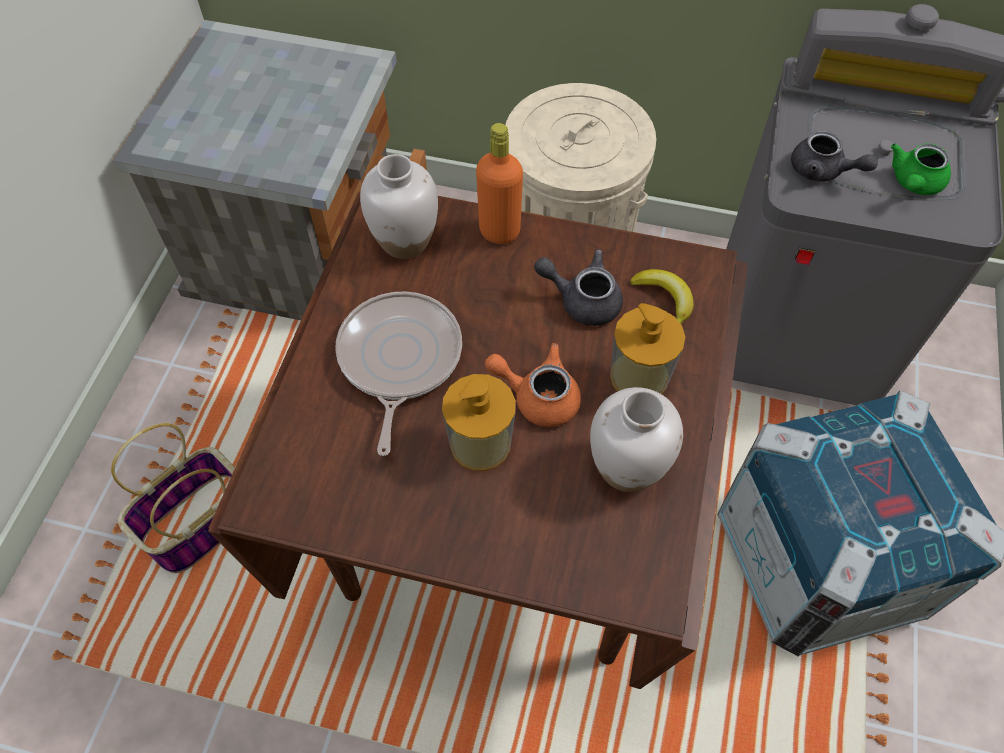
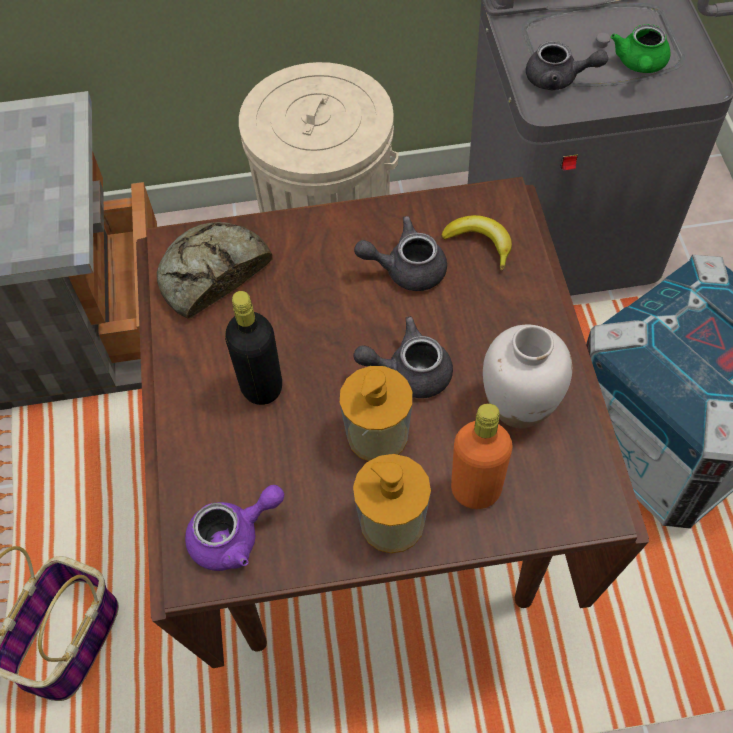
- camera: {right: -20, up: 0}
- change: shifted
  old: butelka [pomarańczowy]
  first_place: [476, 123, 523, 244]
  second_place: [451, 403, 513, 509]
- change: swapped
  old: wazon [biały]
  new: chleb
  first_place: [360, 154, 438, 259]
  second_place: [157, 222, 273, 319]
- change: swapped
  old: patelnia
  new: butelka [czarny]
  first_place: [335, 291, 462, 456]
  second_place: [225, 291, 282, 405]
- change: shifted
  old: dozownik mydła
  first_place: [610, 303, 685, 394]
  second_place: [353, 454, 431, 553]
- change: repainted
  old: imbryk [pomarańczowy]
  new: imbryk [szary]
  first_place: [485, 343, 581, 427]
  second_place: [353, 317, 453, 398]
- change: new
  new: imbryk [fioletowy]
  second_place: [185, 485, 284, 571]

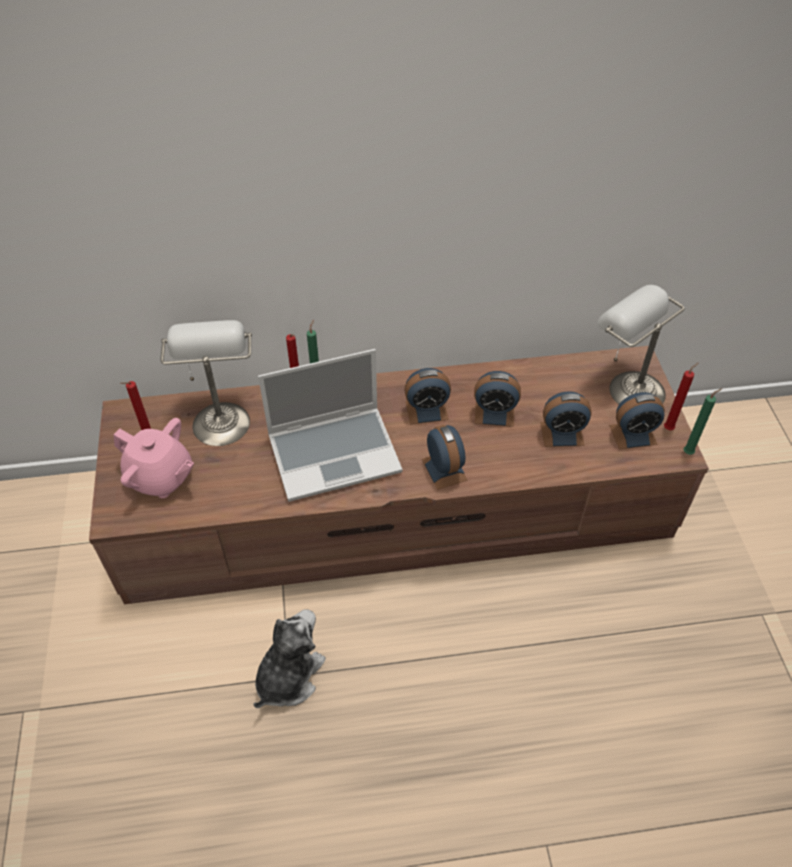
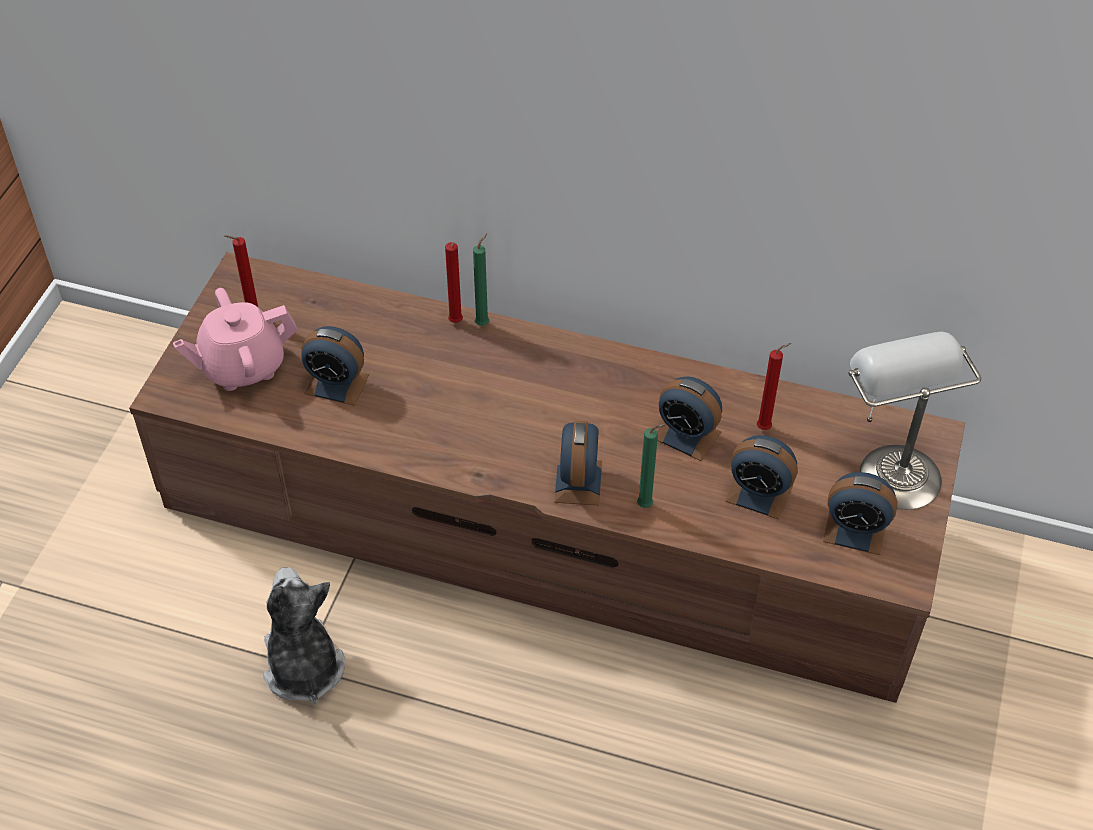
- camera: {right: 25, up: 0}
- change: gone
  old: lampa stołowa [biały]
  first_place: [160, 320, 252, 446]
- change: gone
  old: laptop
  first_place: [258, 349, 402, 502]
- change: shifted
  old: świeca [czerwony]
  first_place: [664, 362, 699, 430]
  second_place: [757, 343, 791, 430]
- change: shifted
  old: budzik
  first_place: [404, 368, 451, 424]
  second_place: [301, 326, 369, 406]
- change: shifted
  old: świeca [zielony]
  first_place: [683, 388, 722, 455]
  second_place: [637, 424, 666, 508]
- change: rotated
  old: imbryk [różowy]
  first_place: [114, 418, 194, 498]
  second_place: [173, 288, 298, 391]
  degrees: 105
- change: rotated
  old: pluszak
  first_place: [253, 609, 326, 708]
  second_place: [263, 567, 345, 704]
  degrees: -75

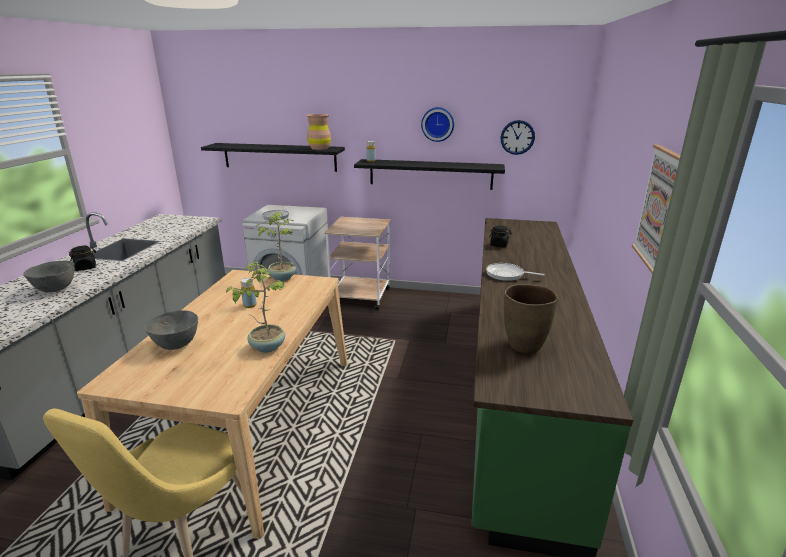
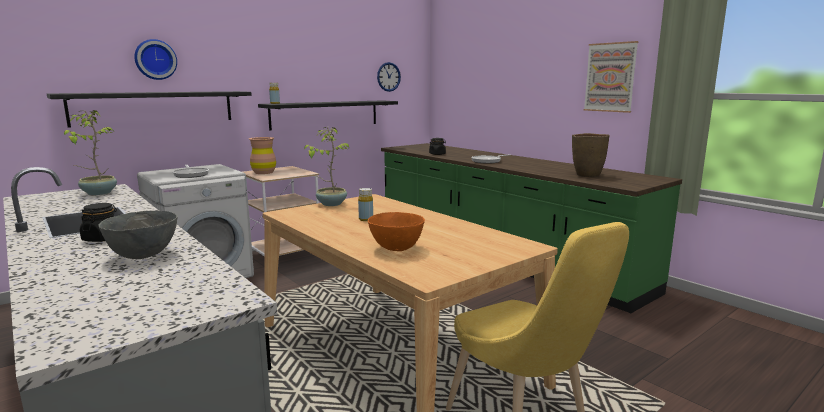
- camera: {right: -50, up: -10}
- change: shifted
  old: zegar ścienny
  first_place: [421, 107, 454, 142]
  second_place: [134, 39, 177, 80]
- change: shifted
  old: wazon [brązowy]
  first_place: [306, 114, 331, 150]
  second_place: [249, 137, 276, 174]
- change: shifted
  old: roślina doniczkowa
  first_place: [225, 262, 286, 353]
  second_place: [64, 110, 117, 195]
- change: repainted
  old: miska [szary]
  new: miska [pomarańczowy]
  first_place: [144, 310, 198, 350]
  second_place: [368, 212, 425, 251]

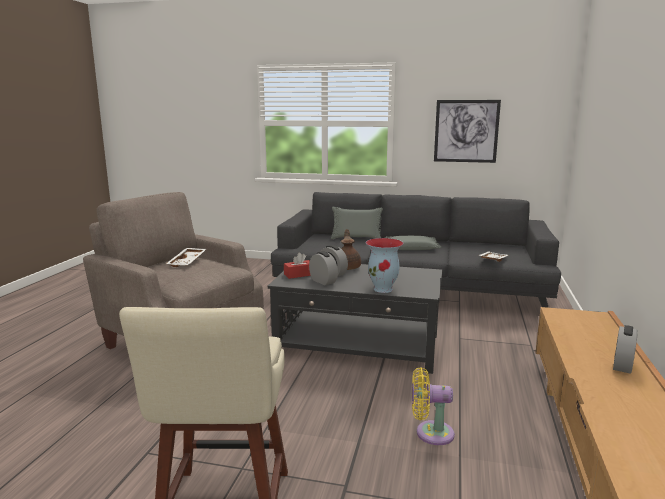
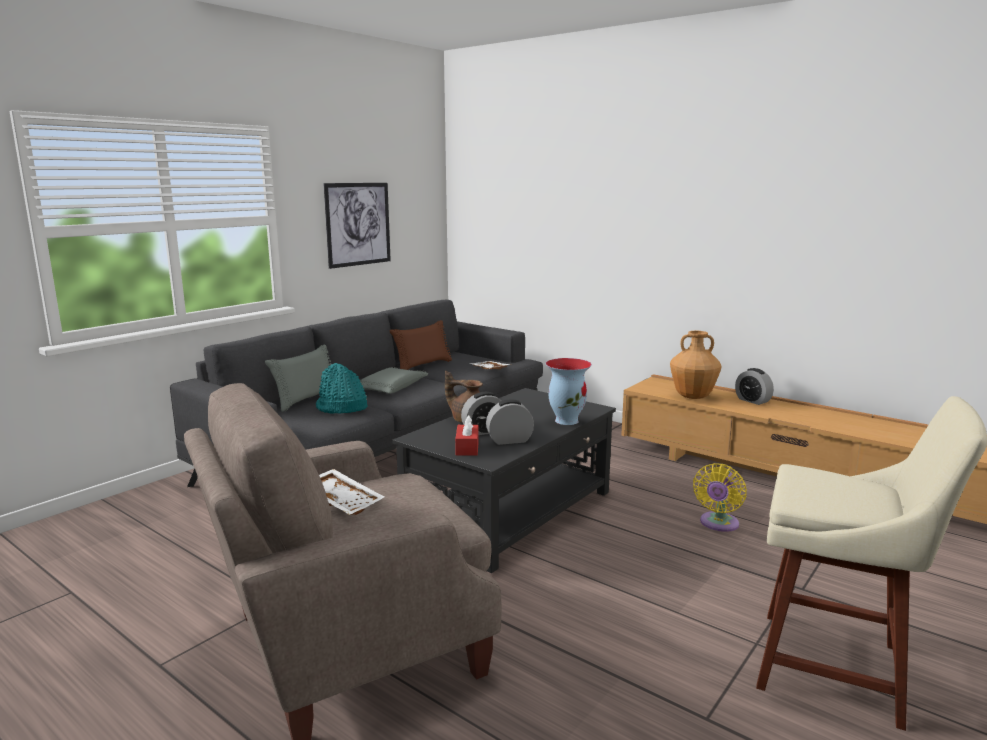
- camera: {right: -65, up: 0}
- change: new
  new: poduszka [brązowy]
  second_place: [390, 320, 452, 370]
- change: new
  new: wazon [brązowy]
  second_place: [670, 331, 722, 399]
- change: new
  new: kapelusz [turkusowy]
  second_place: [316, 363, 368, 414]

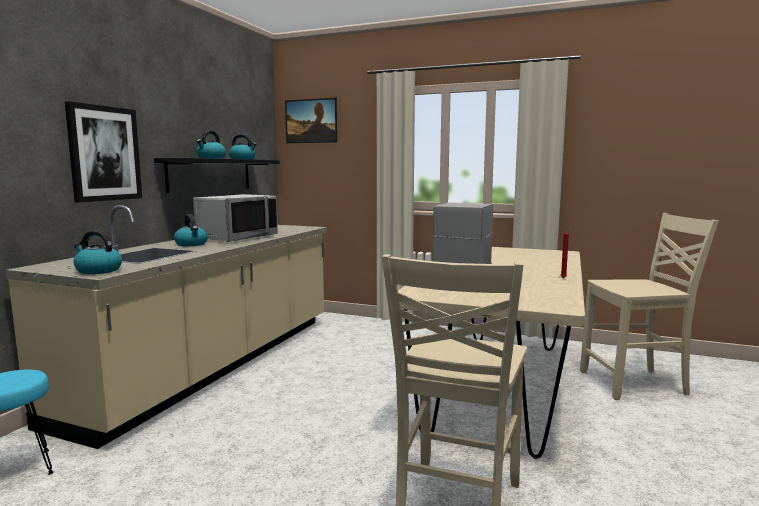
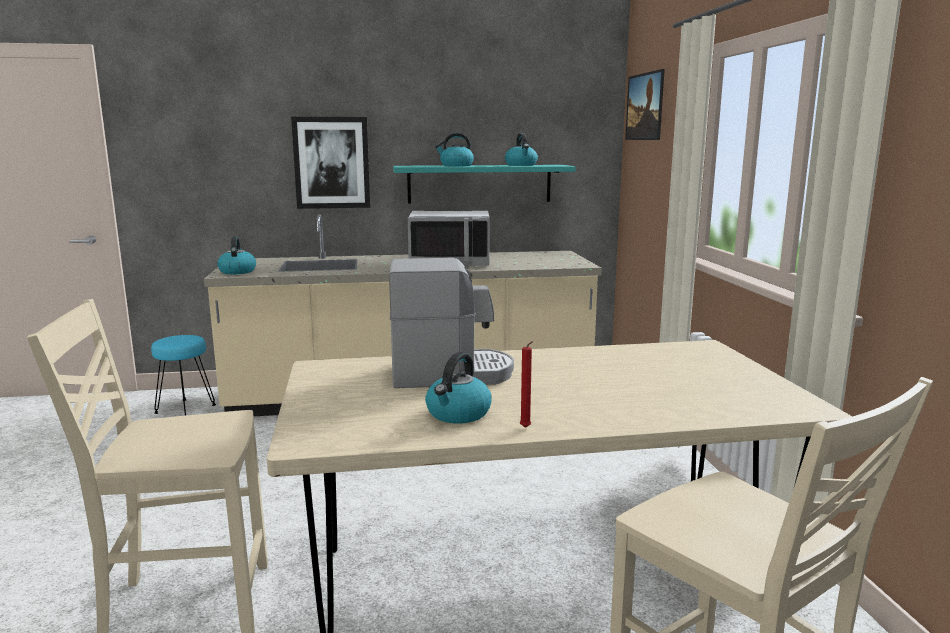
- camera: {right: 60, up: 5}
- change: repainted
  old: półka [czarny]
  new: półka [turkusowy]
  first_place: [154, 158, 280, 193]
  second_place: [393, 165, 576, 204]
- change: shifted
  old: czajnik
  first_place: [174, 214, 208, 246]
  second_place: [425, 352, 492, 424]

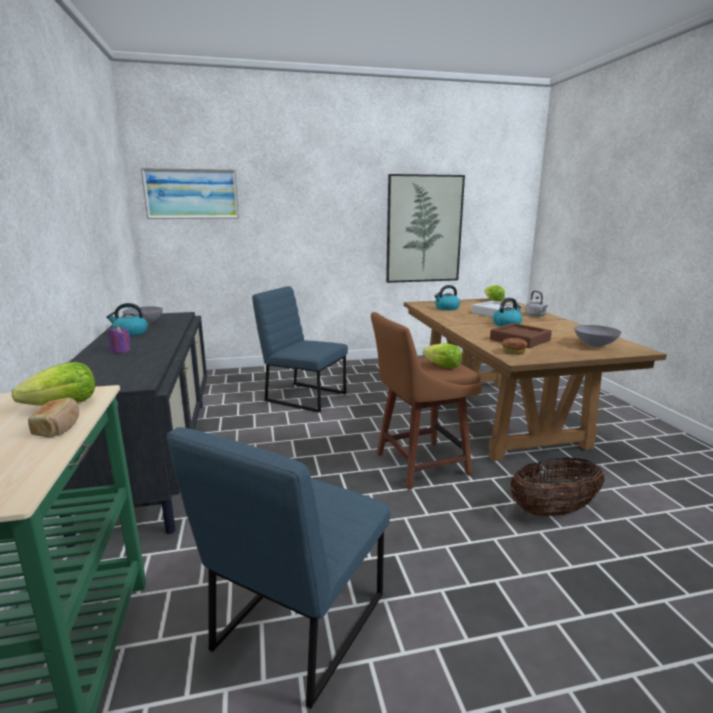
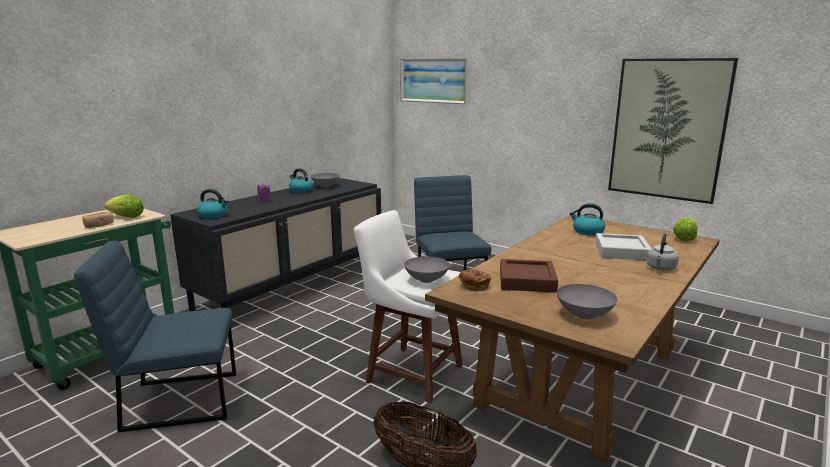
- camera: {right: 50, up: 0}
- change: shifted
  old: czajnik
  first_place: [493, 298, 522, 326]
  second_place: [197, 189, 228, 219]
- change: repainted
  old: stołek [brązowy]
  new: stołek [biały]
  first_place: [371, 312, 481, 490]
  second_place: [354, 210, 463, 403]
- change: swapped
  old: sałata
  new: miska [szary]
  first_place: [423, 343, 462, 368]
  second_place: [404, 256, 450, 283]

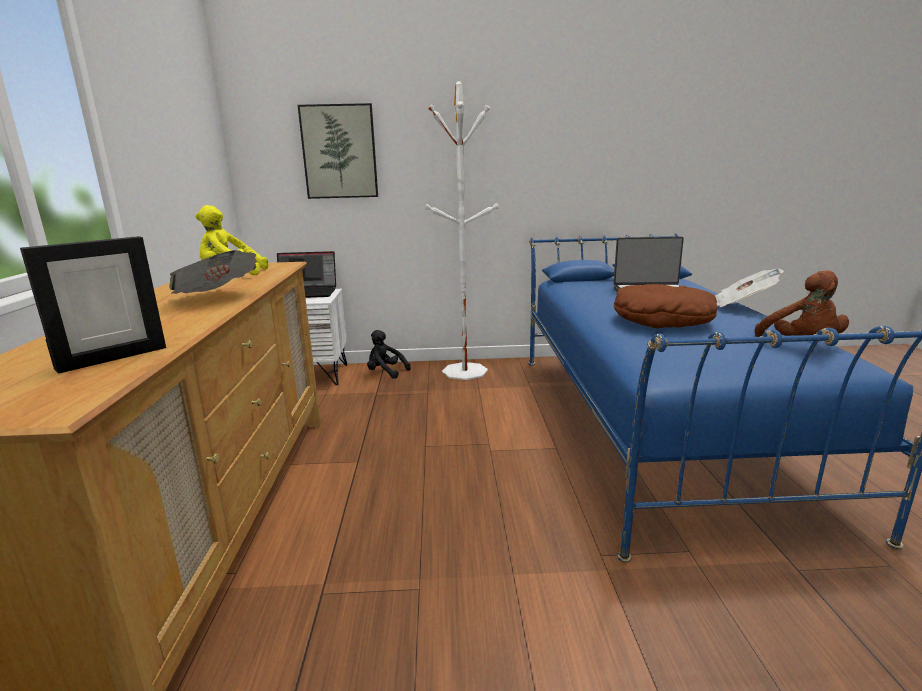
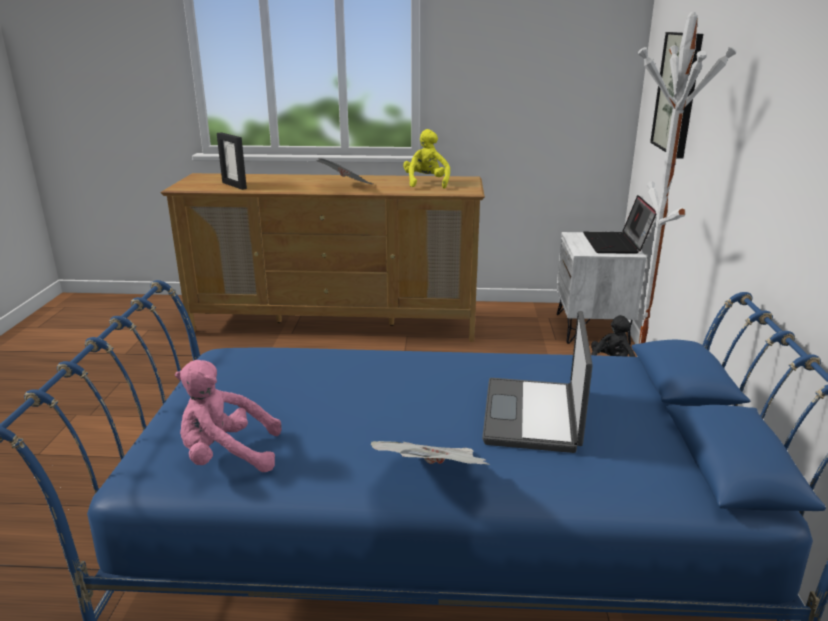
- camera: {right: 95, up: 5}
- change: repainted
  old: pluszak [brązowy]
  new: pluszak [różowy]
  first_place: [755, 270, 849, 337]
  second_place: [175, 360, 282, 472]
- change: gone
  old: poduszka [brązowy]
  first_place: [614, 284, 718, 328]

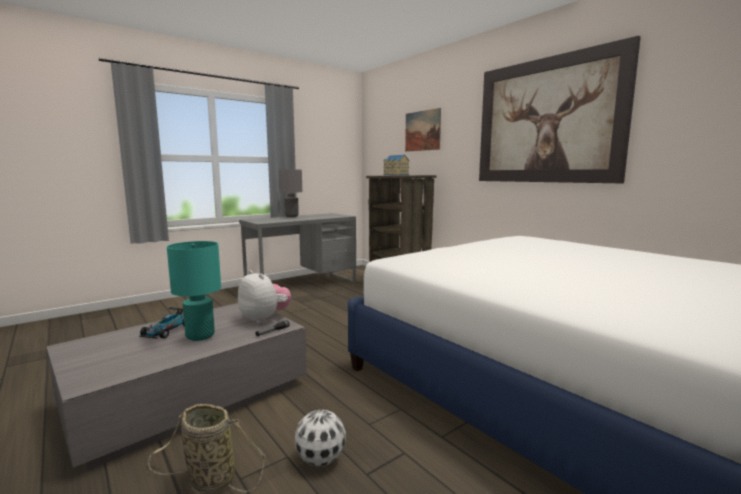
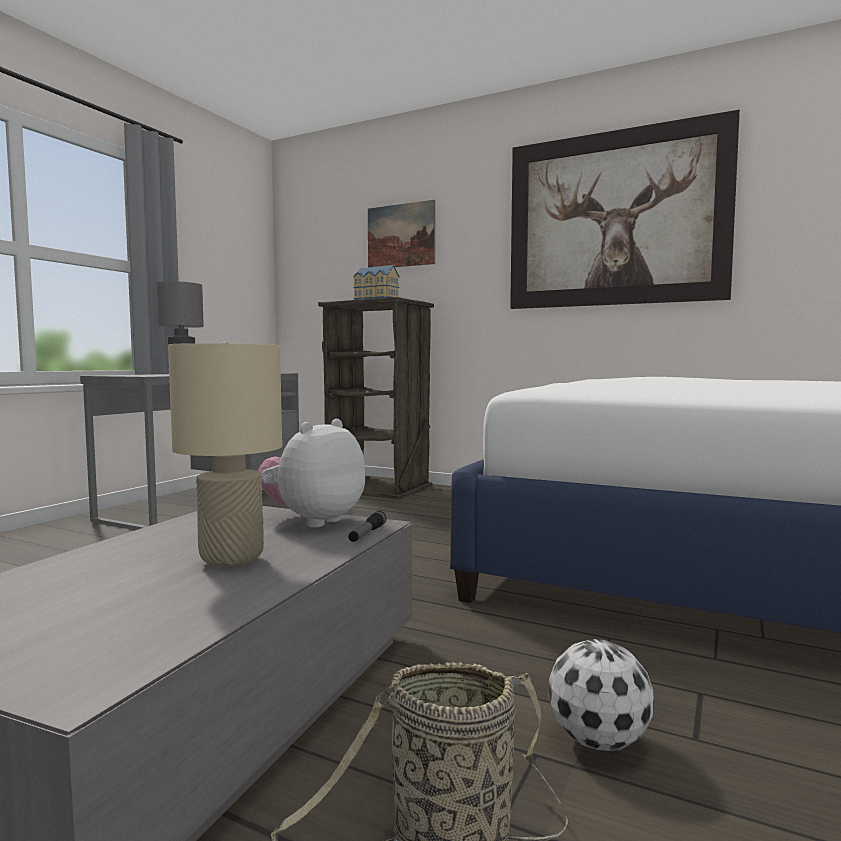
- camera: {right: -25, up: -5}
- change: repainted
  old: lampa stołowa [turkusowy]
  new: lampa stołowa [beżowy]
  first_place: [167, 241, 221, 341]
  second_place: [168, 342, 282, 567]
- change: rotated
  old: pluszak
  first_place: [238, 270, 291, 324]
  second_place: [258, 419, 365, 528]
  degrees: -75
- change: gone
  old: samochodzik
  first_place: [139, 305, 184, 339]

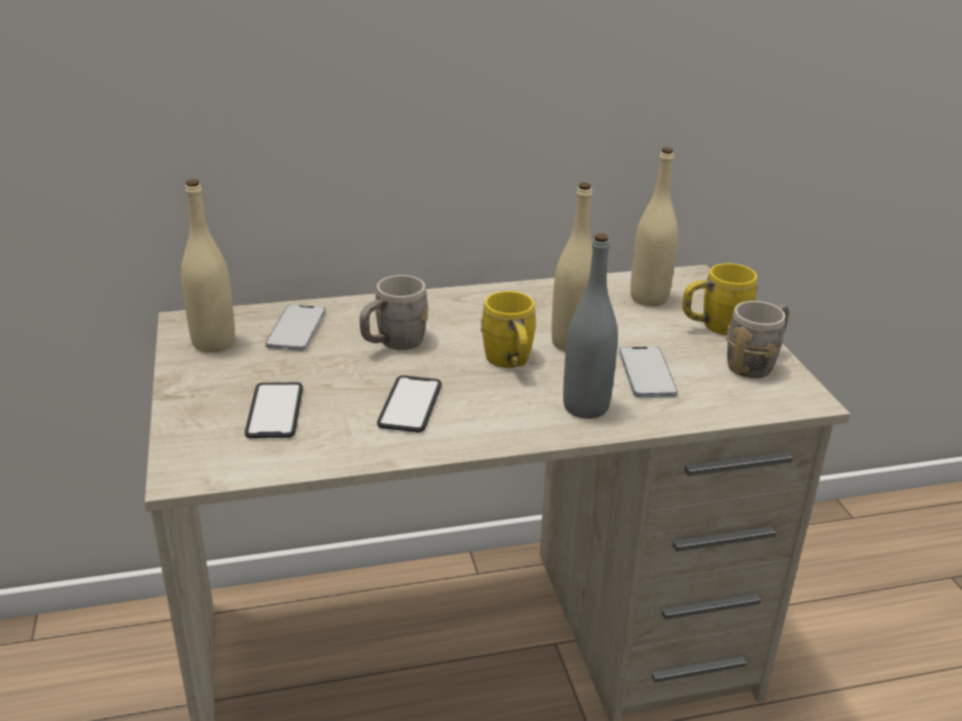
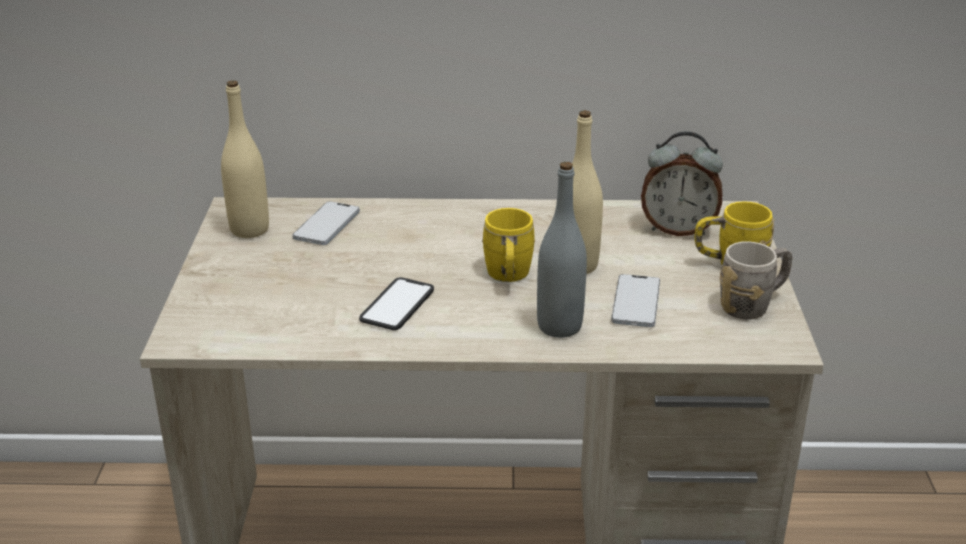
- camera: {right: 15, up: 0}
- change: swapped
  old: butelka [beżowy]
  new: budzik
  first_place: [630, 147, 678, 306]
  second_place: [641, 131, 723, 236]
- change: gone
  old: kubek [szary]
  first_place: [360, 275, 428, 350]
- change: gone
  old: telefon
  first_place: [245, 382, 303, 438]

